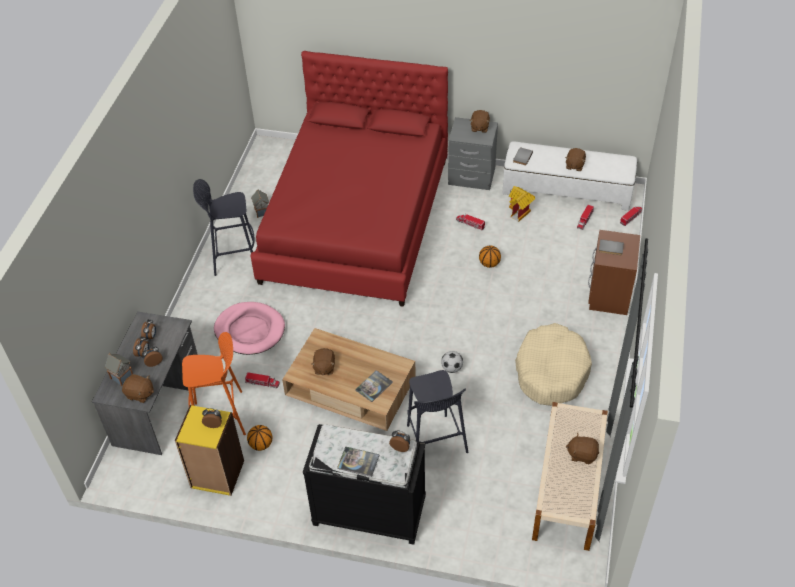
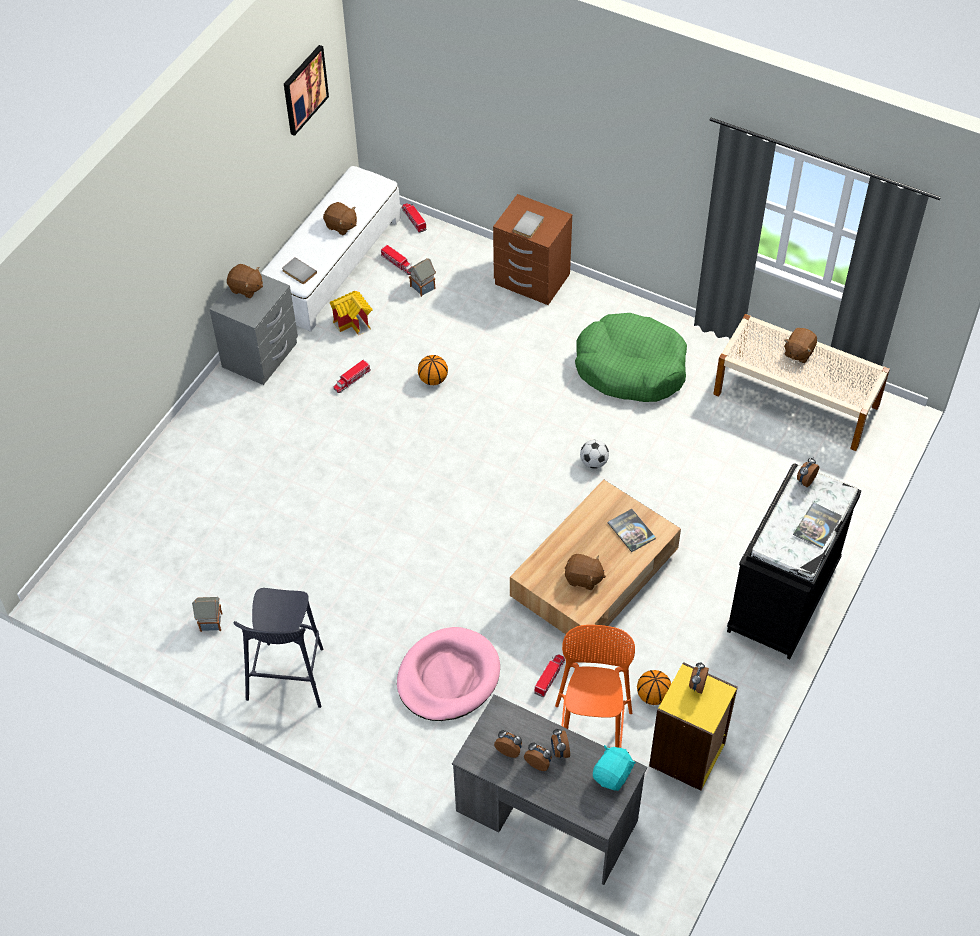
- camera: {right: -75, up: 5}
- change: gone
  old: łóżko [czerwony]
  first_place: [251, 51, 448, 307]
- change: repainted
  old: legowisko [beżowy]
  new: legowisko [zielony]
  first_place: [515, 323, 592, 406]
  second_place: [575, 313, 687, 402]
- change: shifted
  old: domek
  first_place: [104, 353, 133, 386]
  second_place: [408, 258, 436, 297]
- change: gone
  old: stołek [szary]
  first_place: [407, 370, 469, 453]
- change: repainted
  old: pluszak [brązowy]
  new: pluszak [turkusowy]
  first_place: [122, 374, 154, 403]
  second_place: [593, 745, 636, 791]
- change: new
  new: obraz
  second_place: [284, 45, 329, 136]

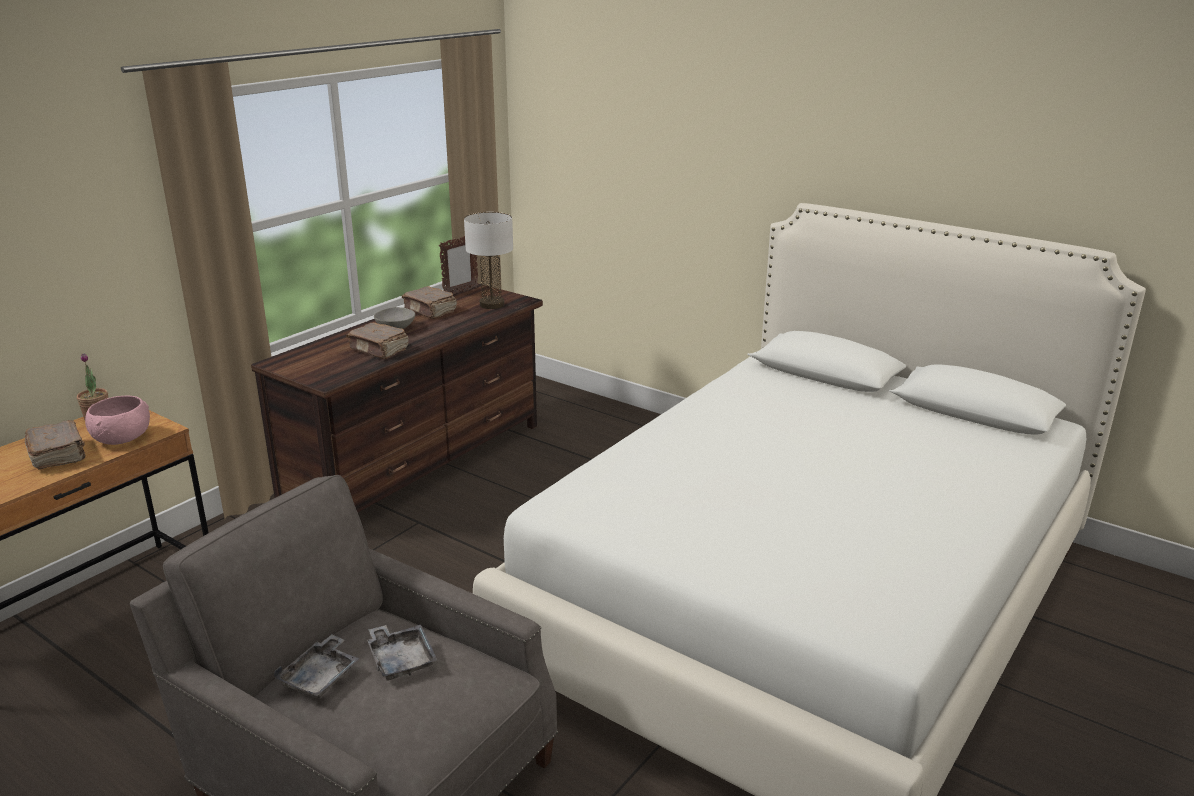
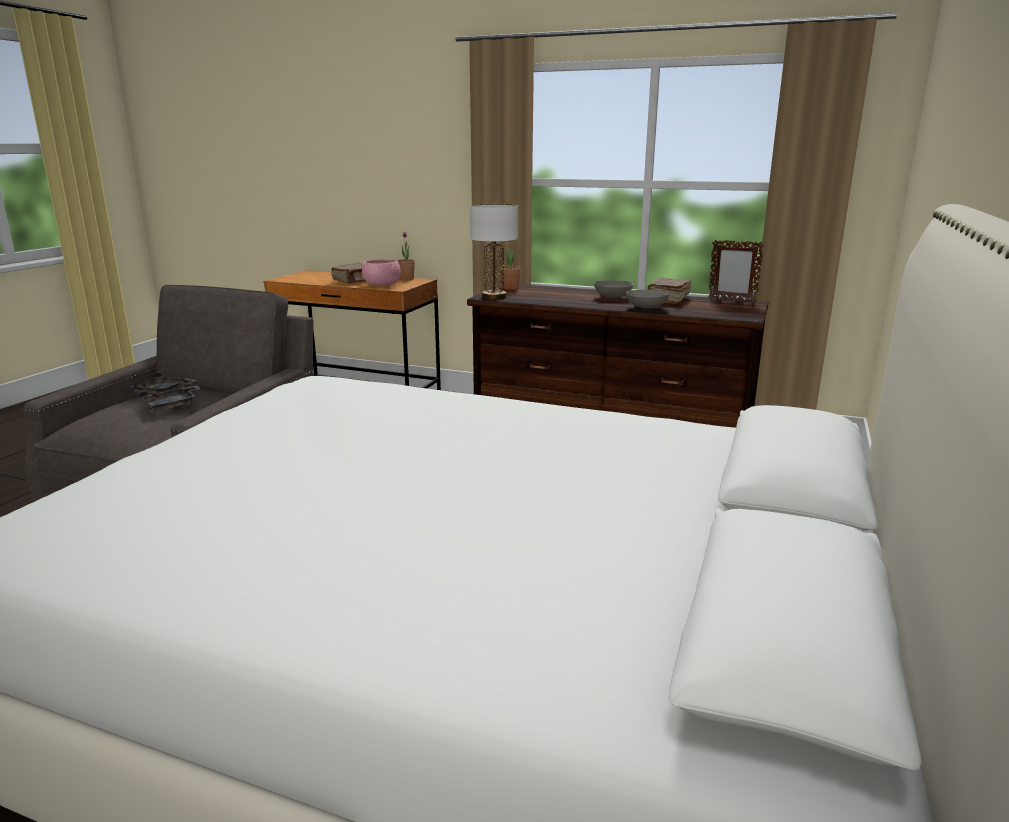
- camera: {right: 75, up: -5}
- change: shifted
  old: lampa stołowa
  first_place: [464, 212, 513, 309]
  second_place: [470, 204, 518, 300]
- change: gone
  old: książka [brązowy]
  first_place: [346, 322, 408, 359]
- change: new
  new: roślina doniczkowa
  second_place: [500, 241, 521, 290]
- change: new
  new: miska [szary]
  second_place: [626, 290, 669, 309]

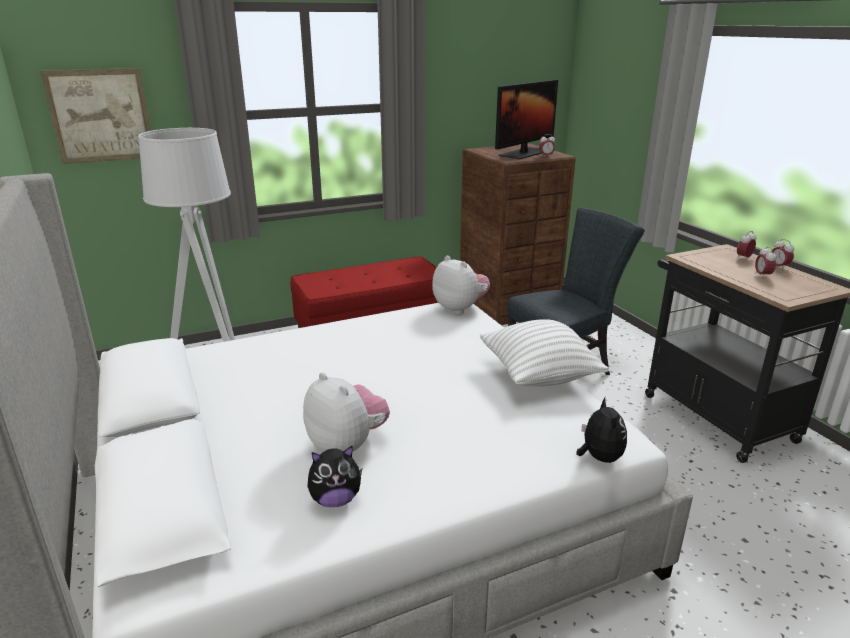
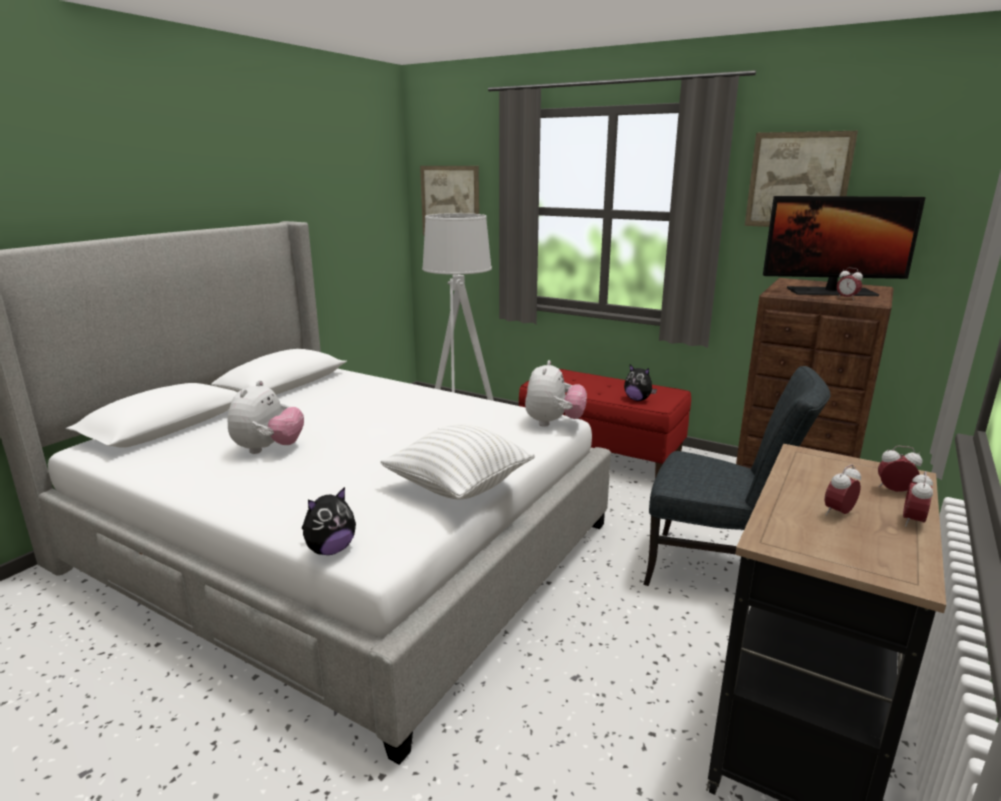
- camera: {right: 55, up: -5}
- change: shifted
  old: pluszak
  first_place: [307, 446, 362, 507]
  second_place: [624, 365, 657, 401]
- change: new
  new: obraz
  second_place: [745, 131, 858, 227]

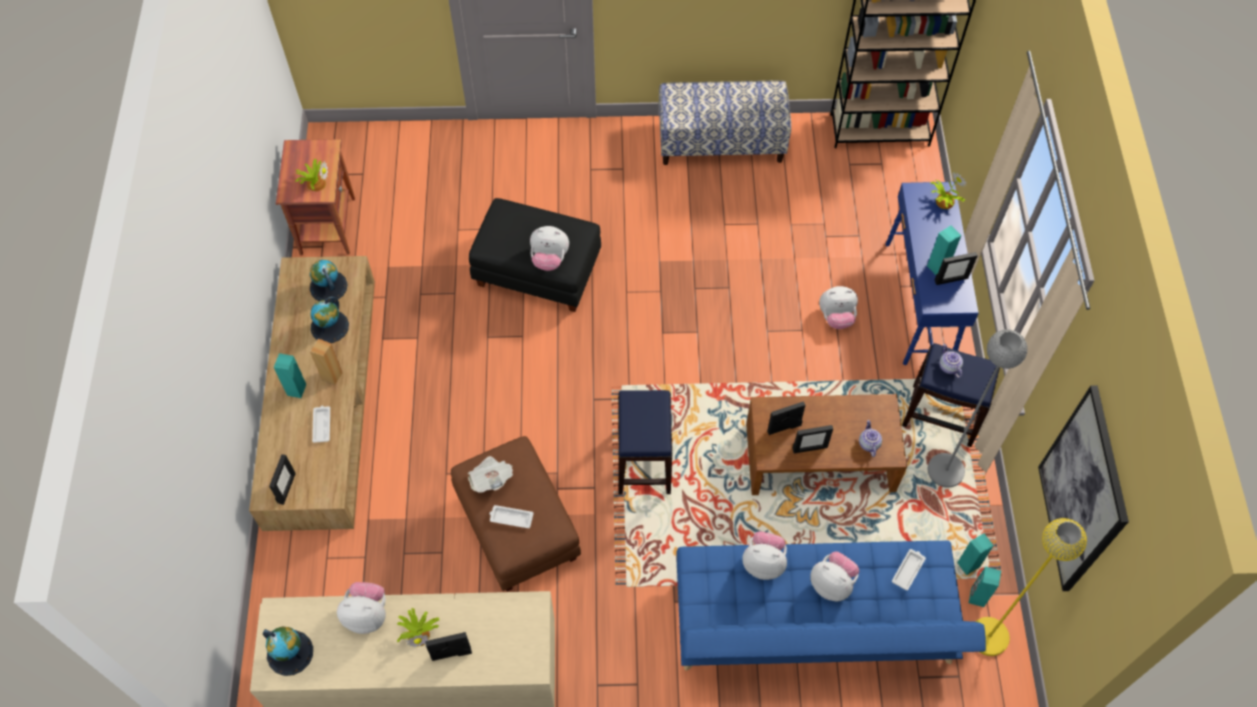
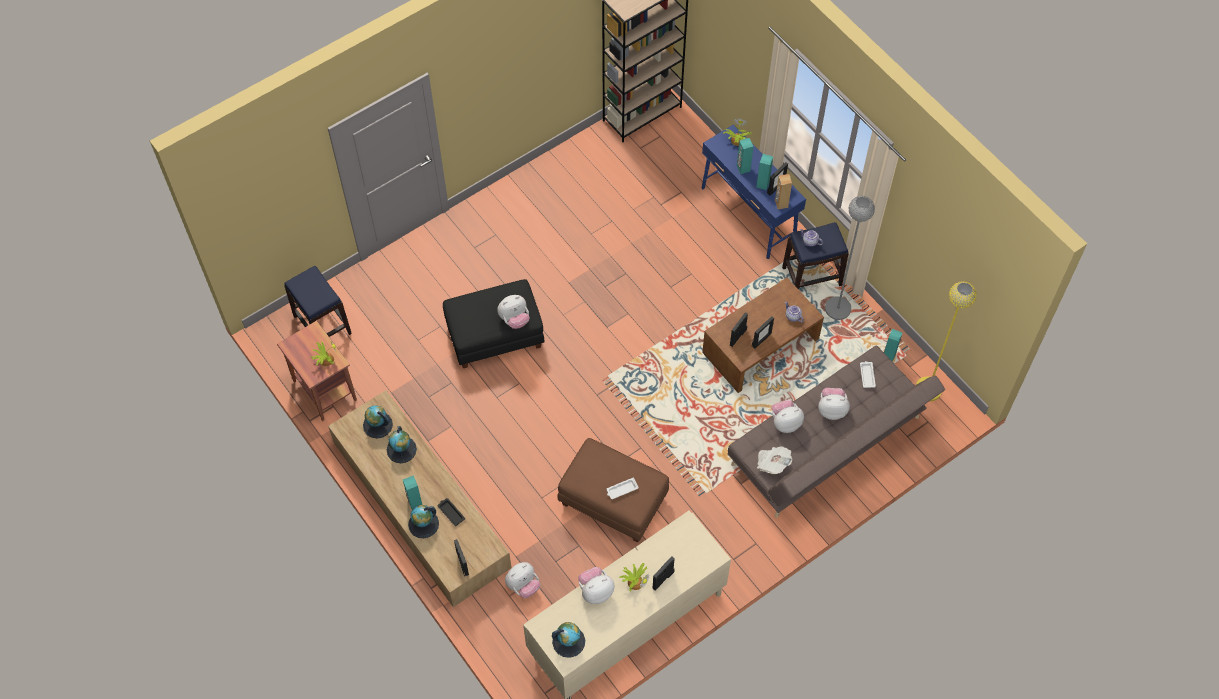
- camera: {right: -35, up: 0}
- change: gone
  old: ławka
  first_place: [659, 80, 791, 165]
- change: shifted
  old: pluszak
  first_place: [819, 286, 858, 329]
  second_place: [505, 562, 540, 598]
- change: shifted
  old: głośnik [brązowy]
  first_place: [310, 338, 343, 385]
  second_place: [775, 174, 792, 210]
- change: gone
  old: obraz
  first_place: [1038, 385, 1129, 591]
- change: shifted
  old: stołek
  first_place: [618, 390, 672, 495]
  second_place: [284, 266, 352, 337]
- change: repainted
  old: taca [biały]
  new: taca [czarny]
  first_place: [312, 406, 330, 443]
  second_place: [437, 498, 465, 526]
- change: shifted
  old: gazeta
  first_place: [468, 456, 513, 493]
  second_place: [757, 446, 792, 474]
- change: repainted
  old: kanapa [niebieski]
  new: kanapa [brązowy]
  first_place: [676, 540, 986, 671]
  second_place: [727, 346, 945, 518]
- change: shifted
  old: głośnik [turkusowy]
  first_place: [969, 566, 1001, 607]
  second_place: [737, 138, 754, 174]
- change: new
  new: globus
  second_place: [408, 505, 439, 538]

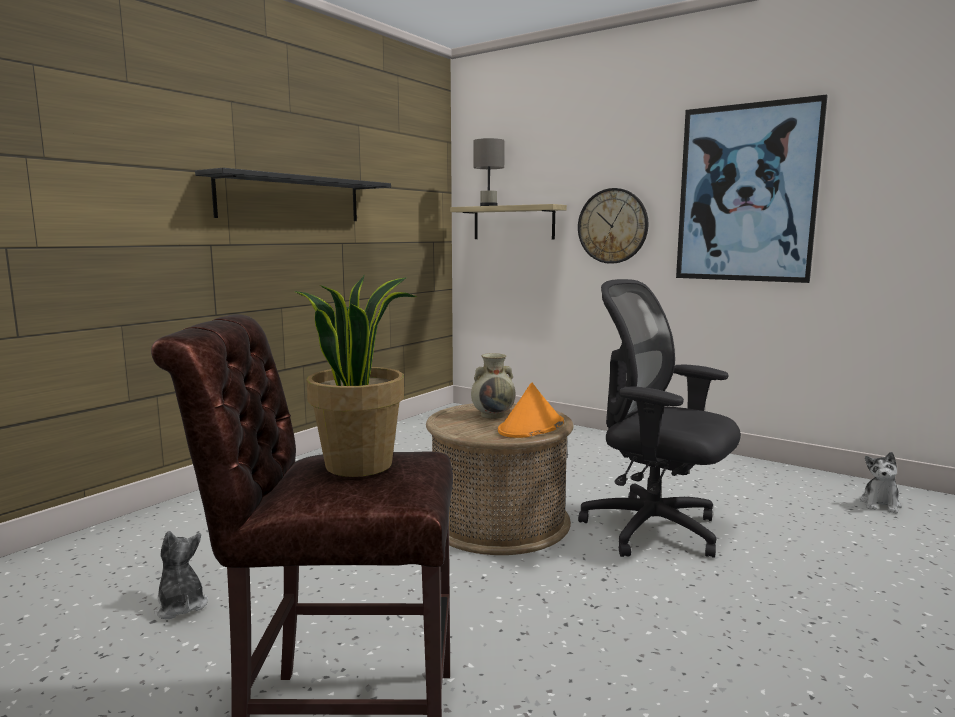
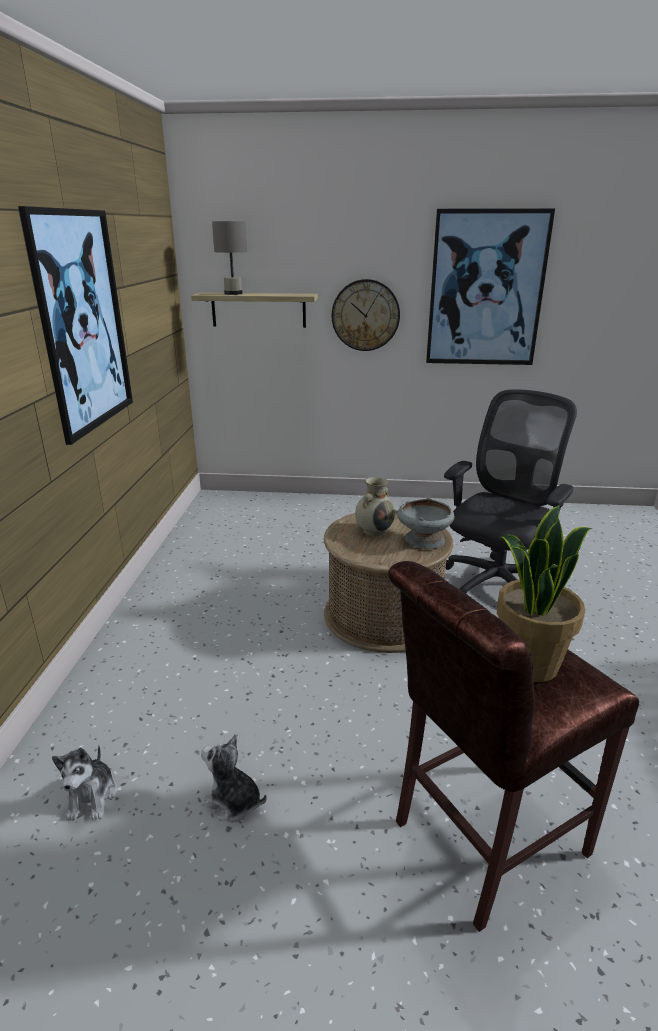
- camera: {right: -30, up: 15}
- change: swapped
  old: półka [czarny]
  new: obraz
  first_place: [195, 168, 391, 221]
  second_place: [18, 206, 133, 445]
- change: rotated
  old: krzesło biurowe [czarny]
  first_place: [578, 279, 741, 558]
  second_place: [444, 389, 577, 593]
  degrees: 120
- change: swapped
  old: kapelusz [pomarańczowy]
  new: miska [szary]
  first_place: [498, 383, 564, 438]
  second_place: [397, 498, 455, 549]
- change: shifted
  old: pluszak
  first_place: [860, 452, 902, 514]
  second_place: [52, 744, 117, 821]

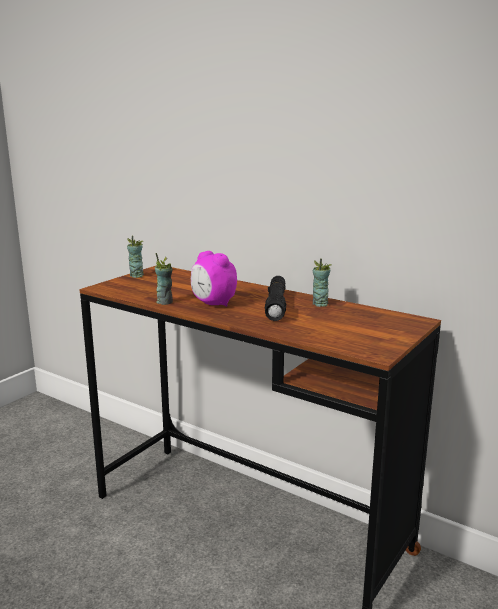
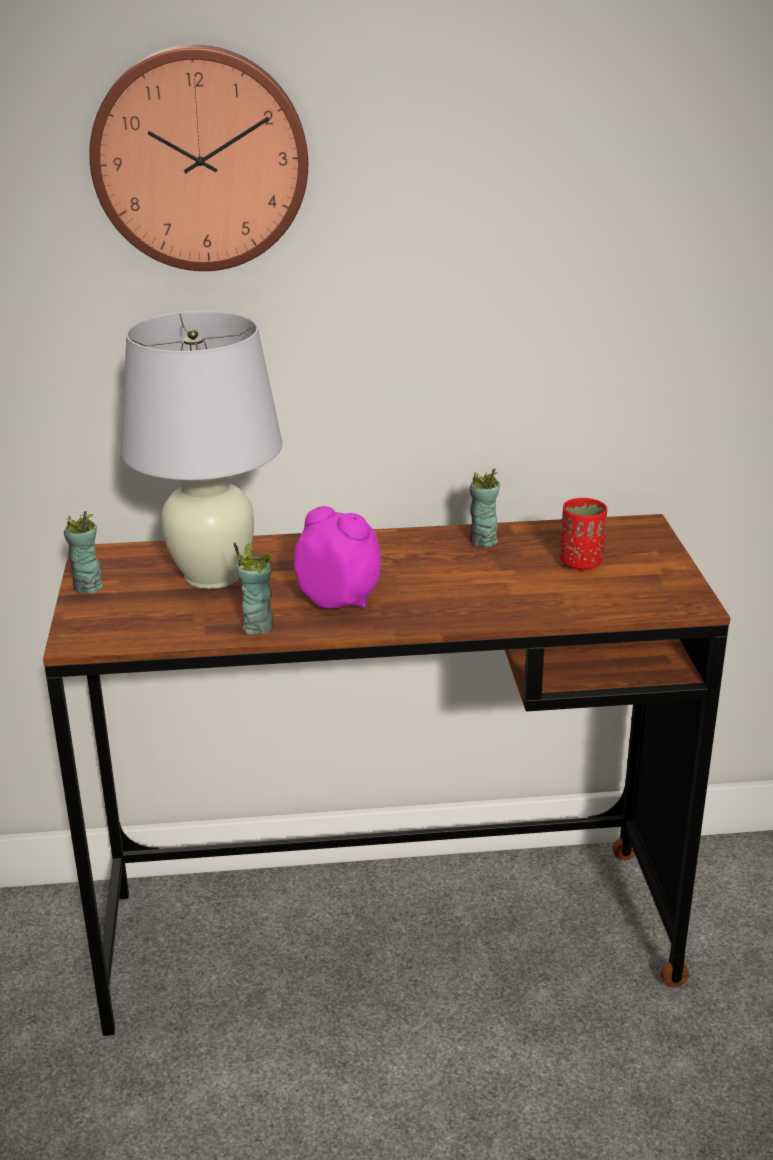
- camera: {right: -40, up: 10}
- change: rotated
  old: budzik
  first_place: [191, 251, 237, 307]
  second_place: [293, 506, 381, 609]
  degrees: -150
- change: gone
  old: latarka [czarny]
  first_place: [265, 276, 286, 321]
- change: new
  new: zegar ścienny
  second_place: [89, 45, 308, 271]
- change: new
  new: lampa stołowa [biały]
  second_place: [121, 310, 282, 589]
- change: new
  new: filiżanka [czerwony]
  second_place: [560, 497, 607, 571]

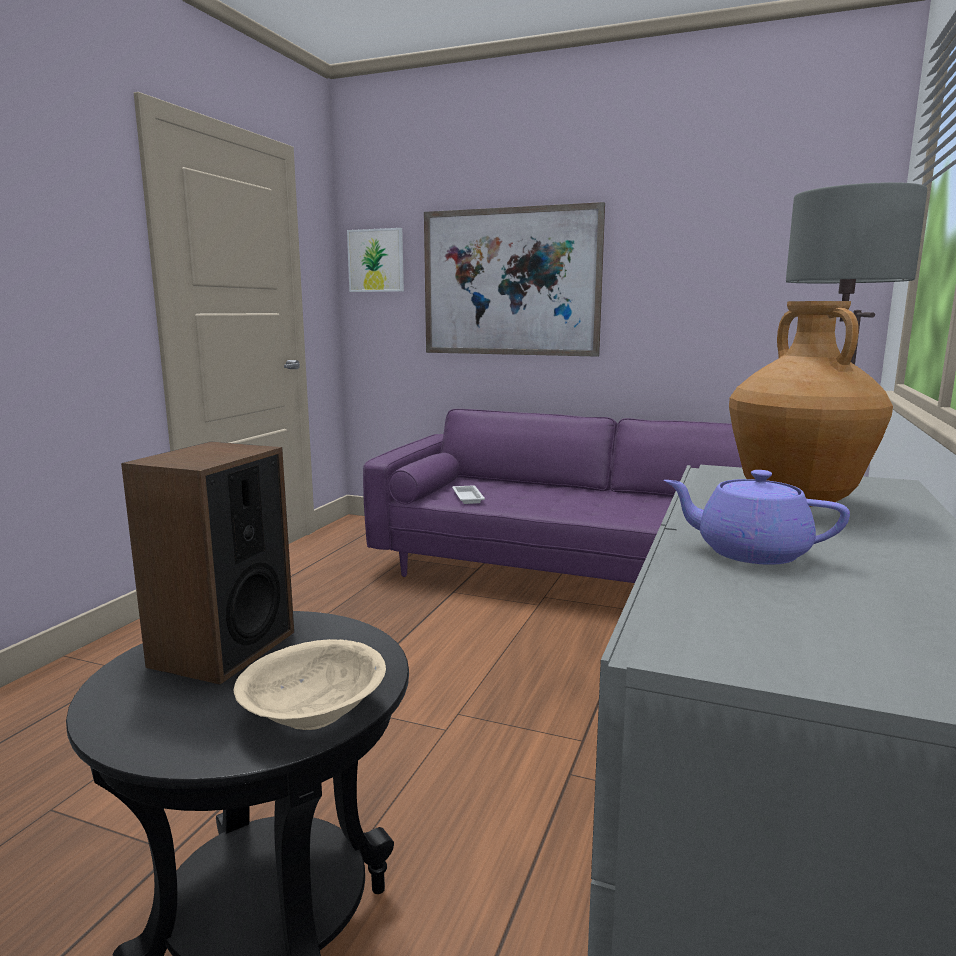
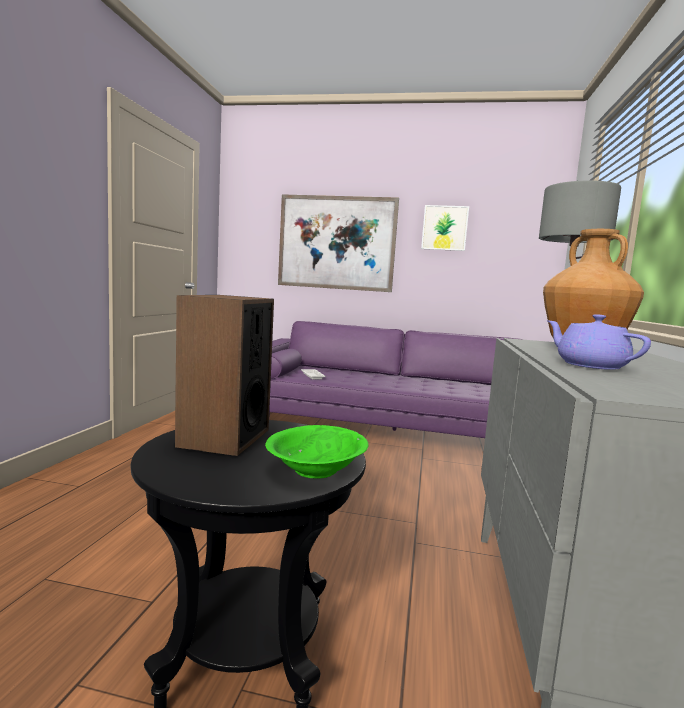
- camera: {right: -10, up: -5}
- change: shifted
  old: obraz
  first_place: [347, 228, 404, 292]
  second_place: [421, 205, 469, 251]
- change: rotated
  old: imbryk [fioletowy]
  first_place: [664, 470, 850, 565]
  second_place: [547, 314, 651, 370]
  degrees: 45
- change: repainted
  old: miska [beżowy]
  new: miska [zielony]
  first_place: [233, 639, 386, 730]
  second_place: [265, 425, 368, 479]

